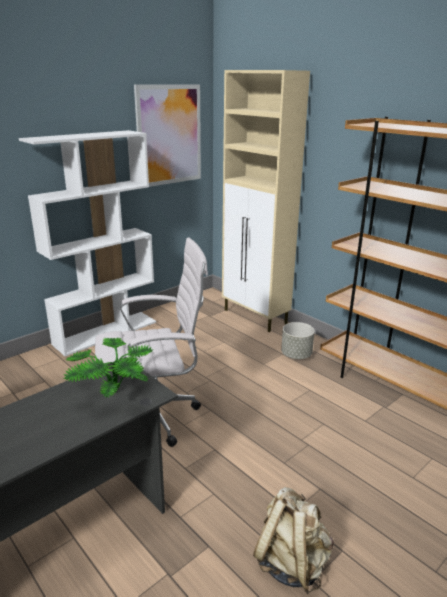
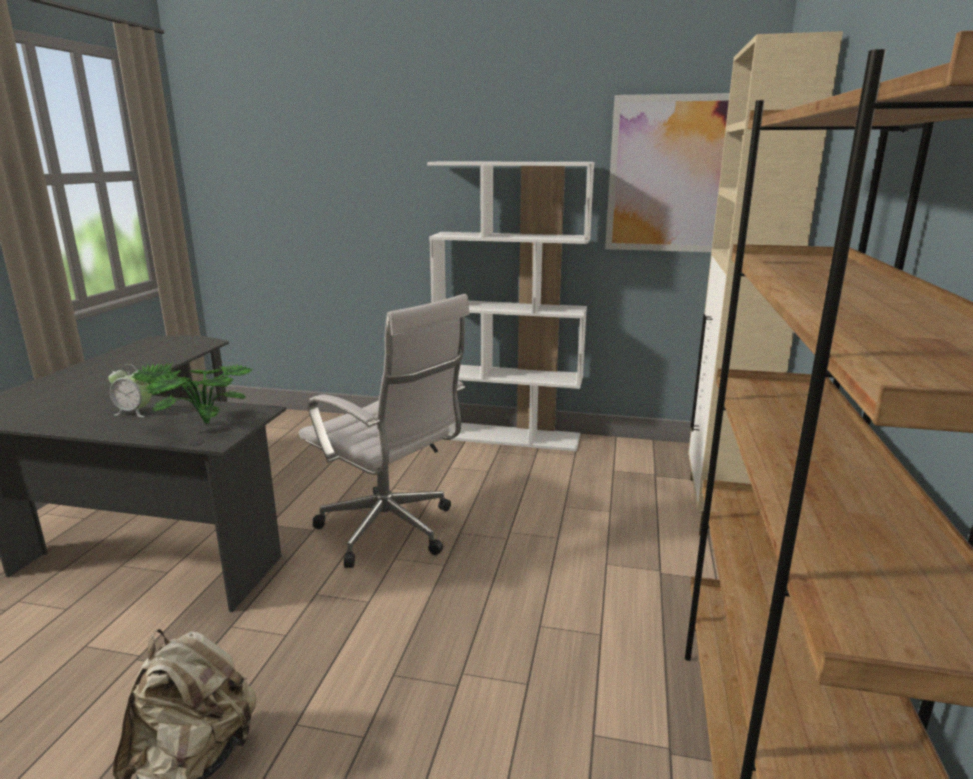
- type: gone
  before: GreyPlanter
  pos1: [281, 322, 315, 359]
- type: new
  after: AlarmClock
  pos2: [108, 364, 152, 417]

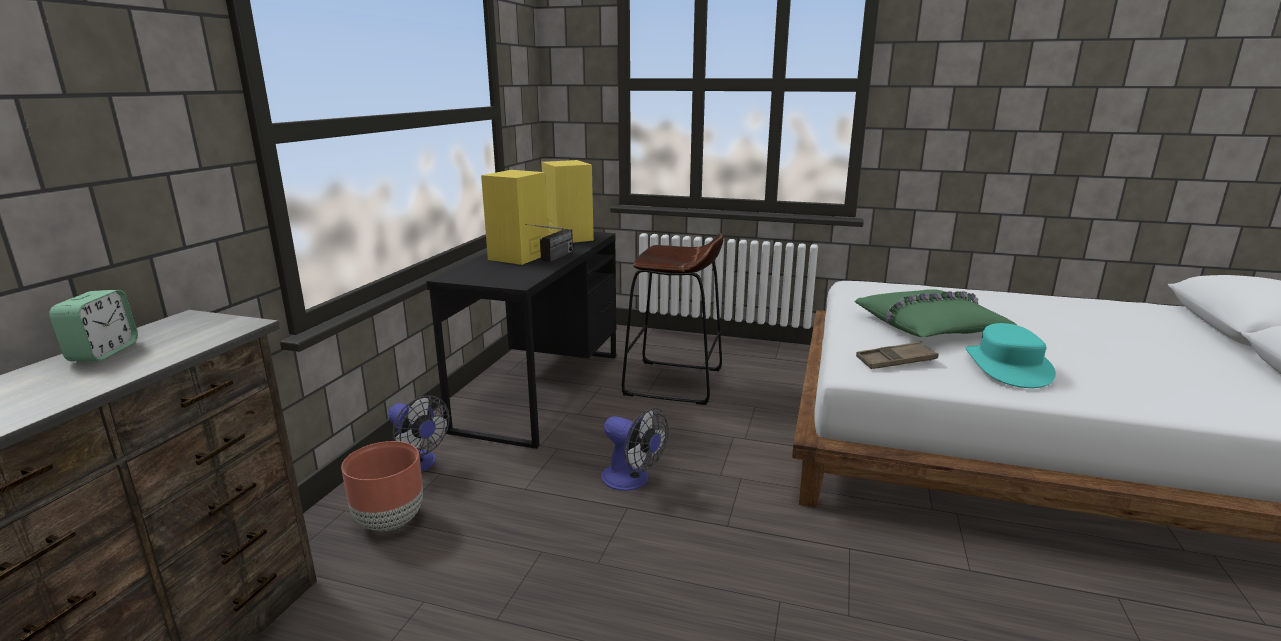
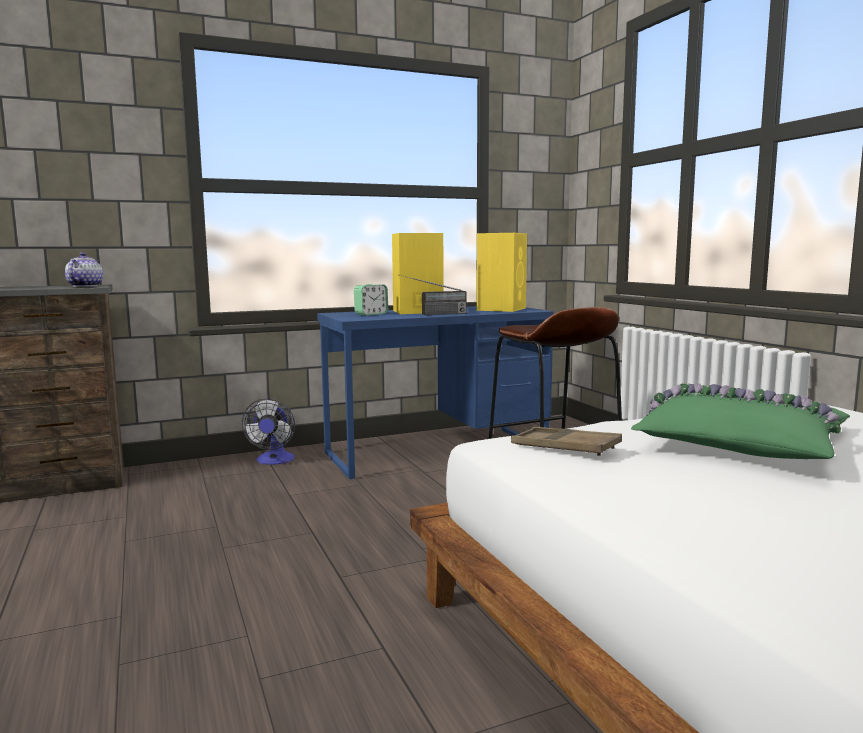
- type: gone
  before: BrownPlanter
  pos1: [341, 441, 423, 531]
- type: gone
  before: Fan
  pos1: [601, 408, 669, 491]
- type: gone
  before: TurquoiseHat
  pos1: [966, 323, 1056, 388]
- type: new
  after: Teapot
  pos2: [65, 252, 103, 287]
- type: shifted
  before: AlarmClock
  pos1: [49, 290, 138, 361]
  pos2: [354, 284, 388, 315]
- type: repainted
  before: BlackDesk
  after: BlueDesk
  pos1: [426, 232, 616, 449]
  pos2: [317, 306, 554, 479]

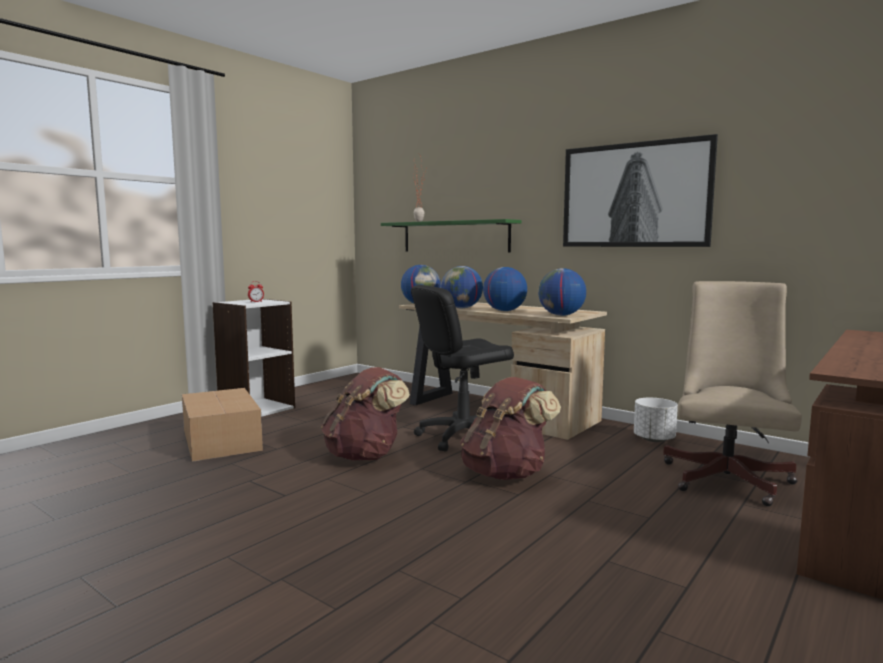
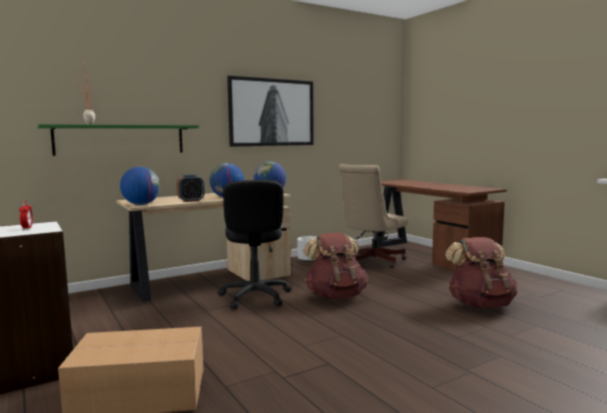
- type: shifted
  before: BrownBackpack
  pos1: [321, 367, 410, 460]
  pos2: [445, 237, 517, 308]
- type: swapped
  before: Globe
  after: AlarmClock
  pos1: [441, 266, 483, 308]
  pos2: [177, 175, 204, 202]
- type: rotated
  before: BeigeOfficeChair
  pos1: [663, 281, 802, 506]
  pos2: [338, 164, 408, 268]
  turn: -90

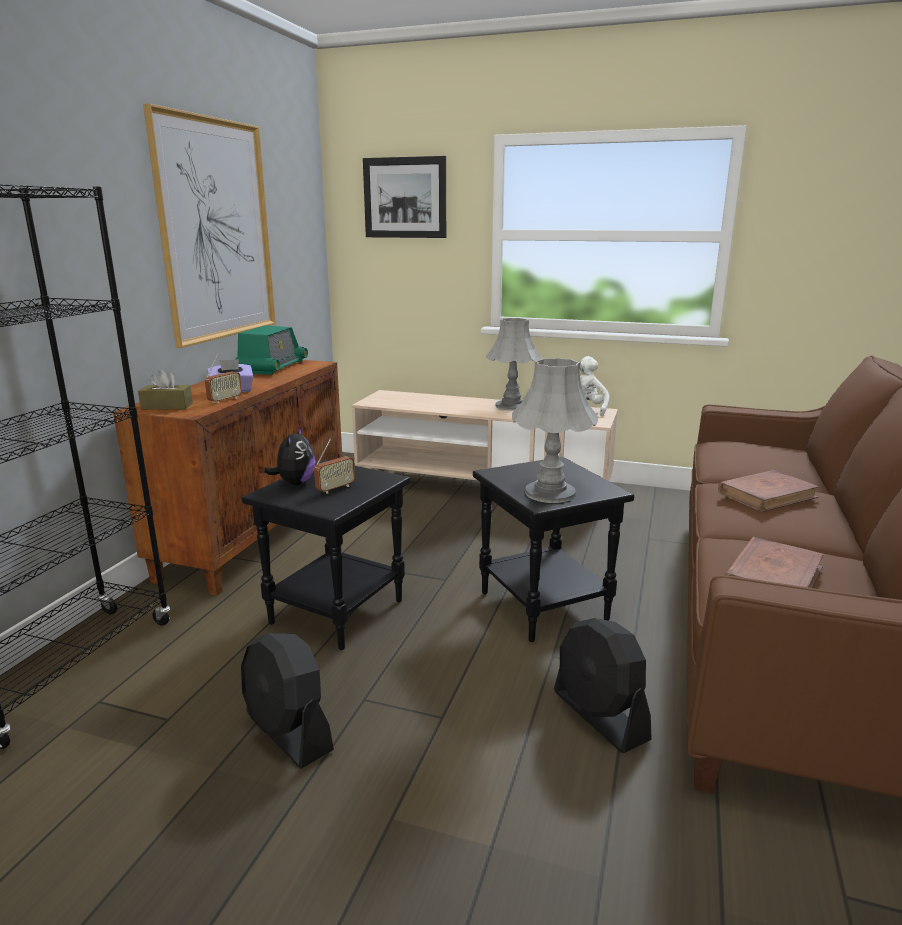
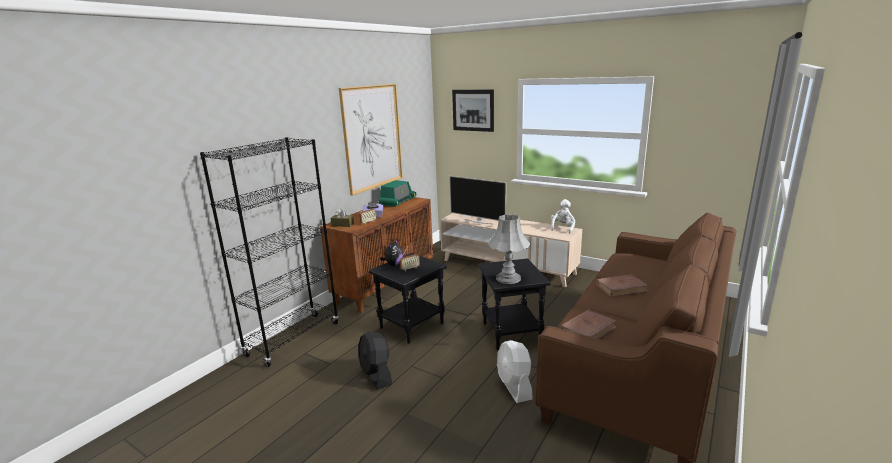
- type: gone
  before: GreyTableLamp
  pos1: [486, 318, 542, 410]
- type: new
  after: Television
  pos2: [449, 176, 506, 224]
- type: repainted
  before: BlackFan
  after: WhiteFan
  pos1: [554, 618, 652, 753]
  pos2: [497, 340, 533, 403]

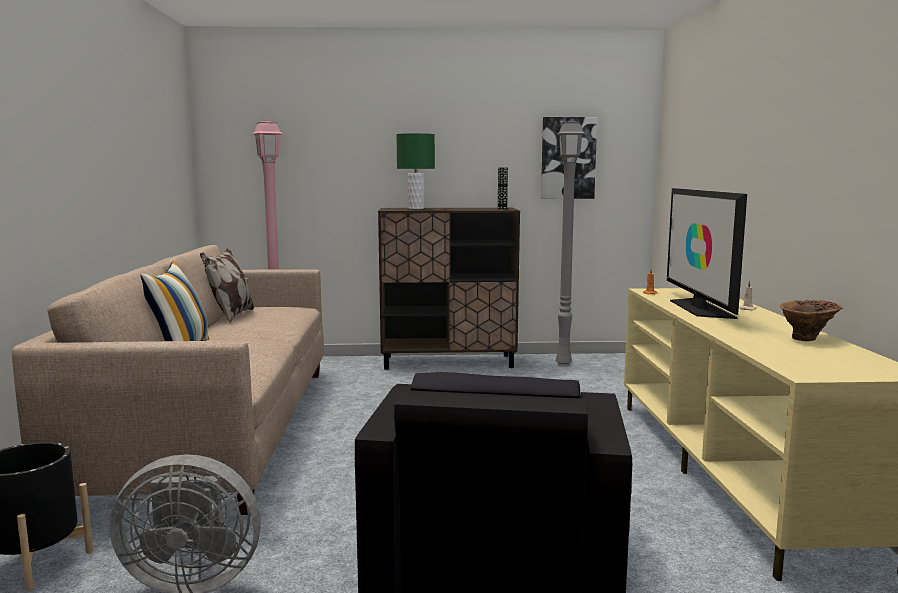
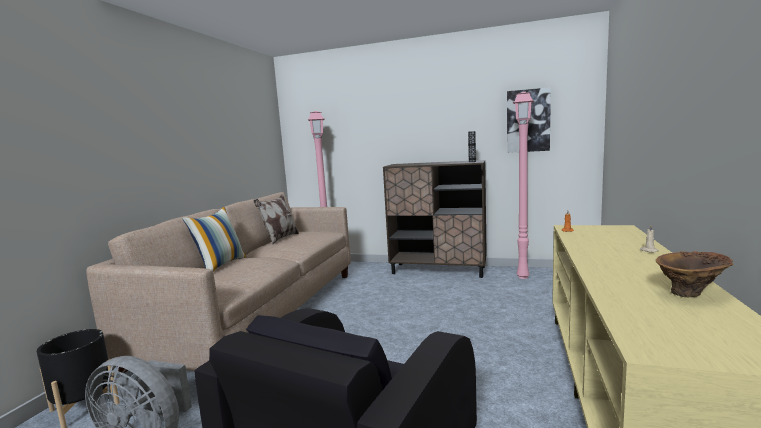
- type: gone
  before: GreenTableLamp
  pos1: [396, 133, 435, 209]
- type: gone
  before: Television
  pos1: [667, 188, 747, 319]
- type: repainted
  before: GreyFloorLamp
  after: PinkFloorLamp
  pos1: [555, 120, 585, 367]
  pos2: [513, 92, 534, 279]

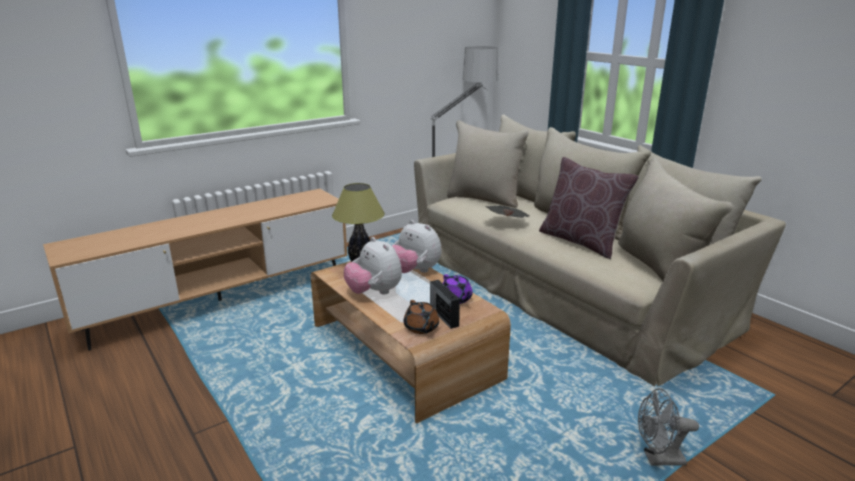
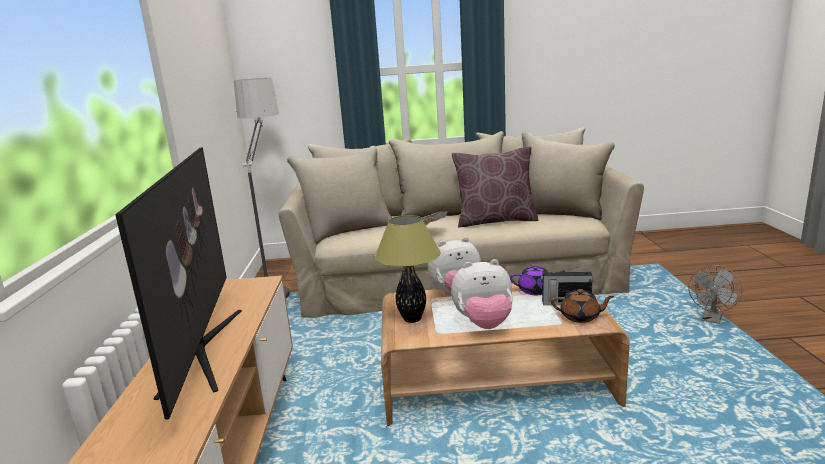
- type: new
  after: Television
  pos2: [115, 147, 242, 420]

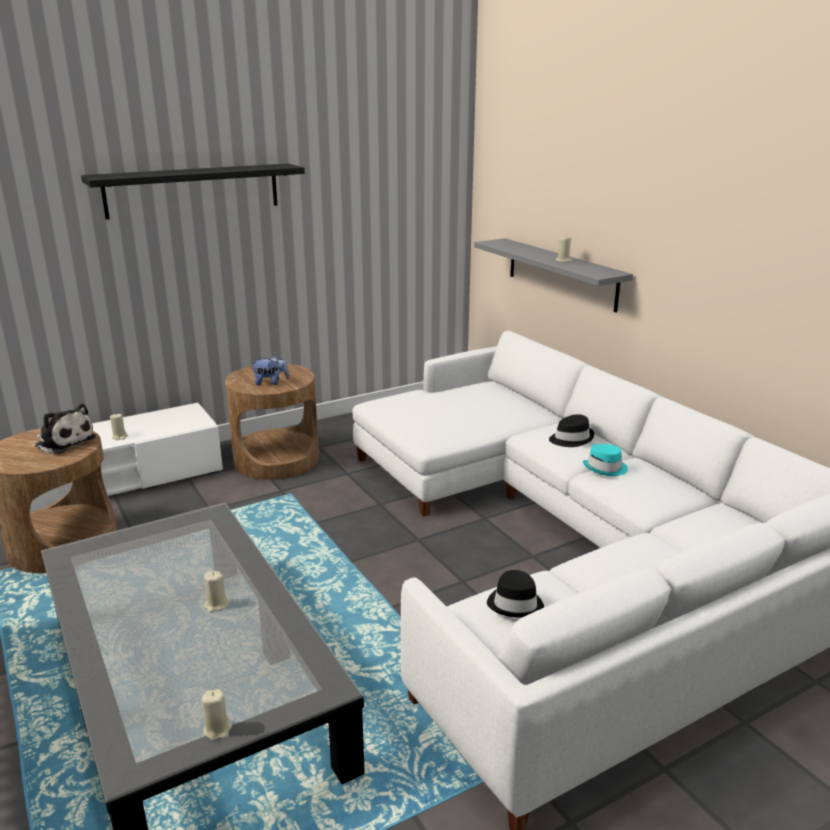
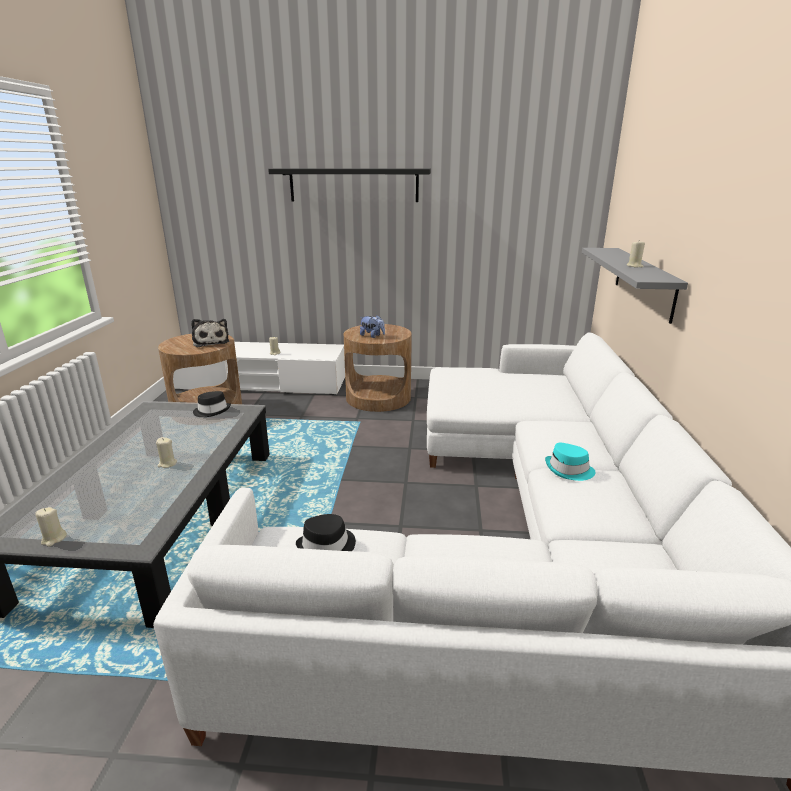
- type: shifted
  before: BlackHat
  pos1: [549, 414, 594, 447]
  pos2: [193, 391, 231, 417]

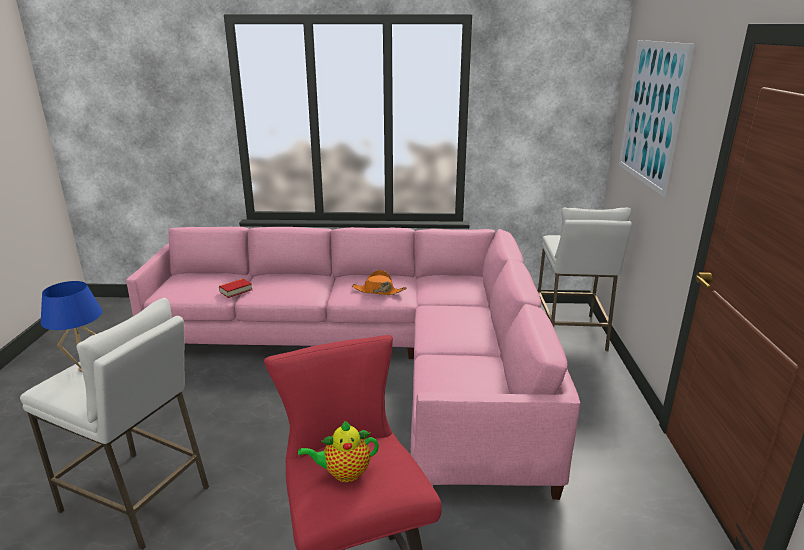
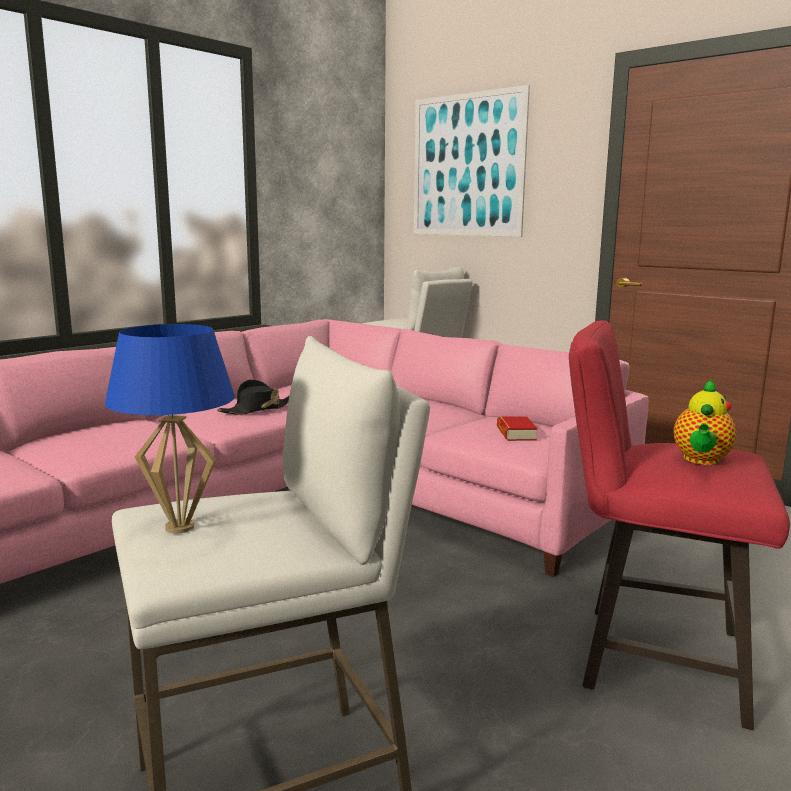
- type: shifted
  before: Book
  pos1: [219, 279, 253, 298]
  pos2: [497, 416, 538, 441]
- type: repainted
  before: OrangeHat
  after: BlackHat
  pos1: [352, 270, 406, 295]
  pos2: [217, 380, 289, 415]

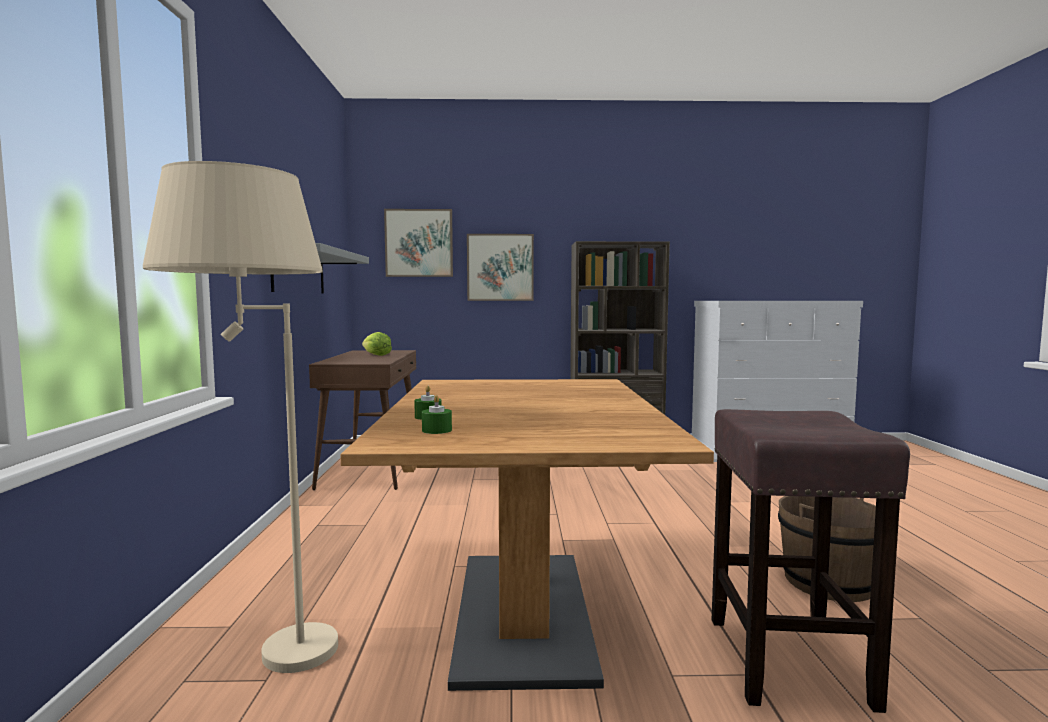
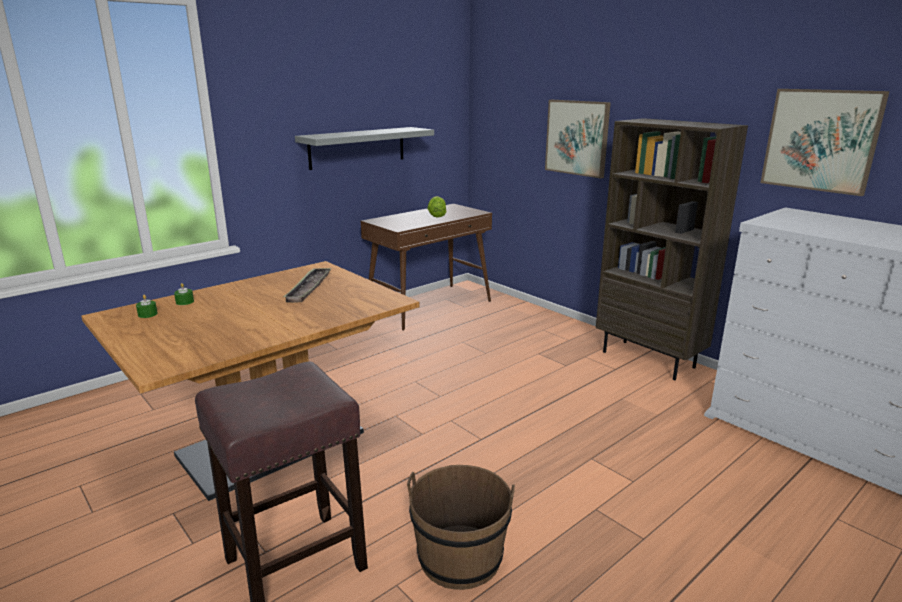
- type: gone
  before: BeigeFloorLamp
  pos1: [143, 161, 338, 673]
- type: new
  after: Tray
  pos2: [283, 268, 331, 303]
- type: shifted
  before: Picture
  pos1: [384, 209, 453, 277]
  pos2: [760, 89, 890, 196]

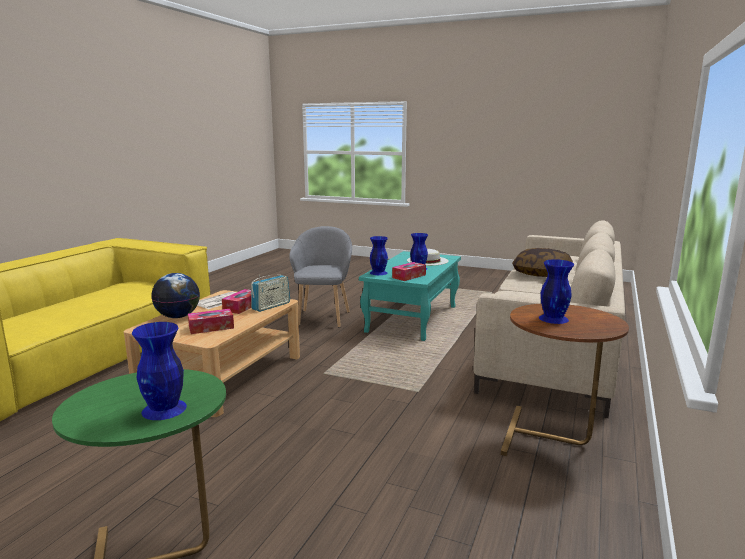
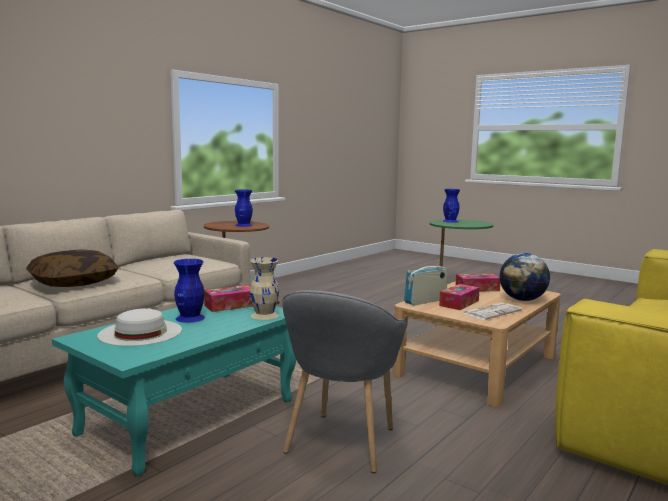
- type: repainted
  before: BlueVase
  after: BeigeVase
  pos1: [370, 236, 388, 275]
  pos2: [250, 257, 279, 320]

